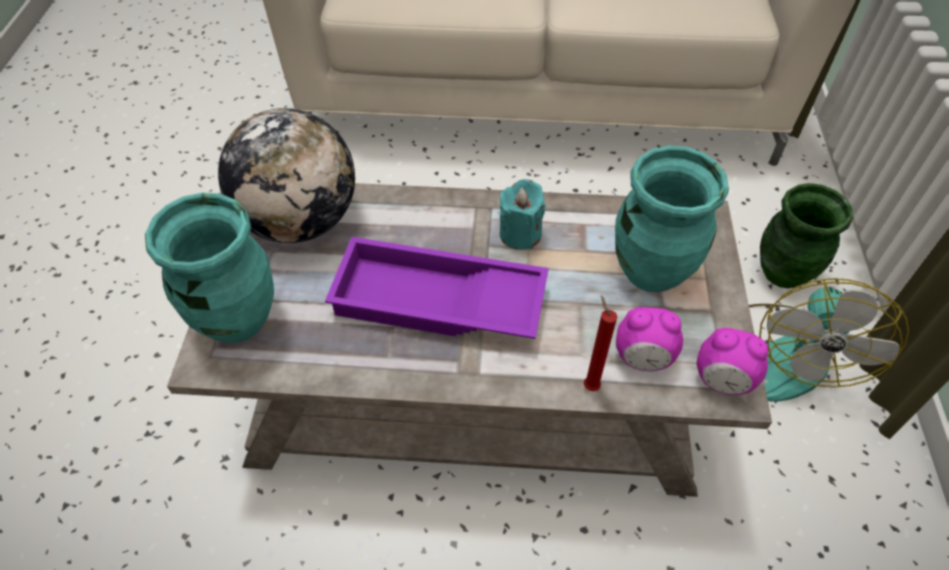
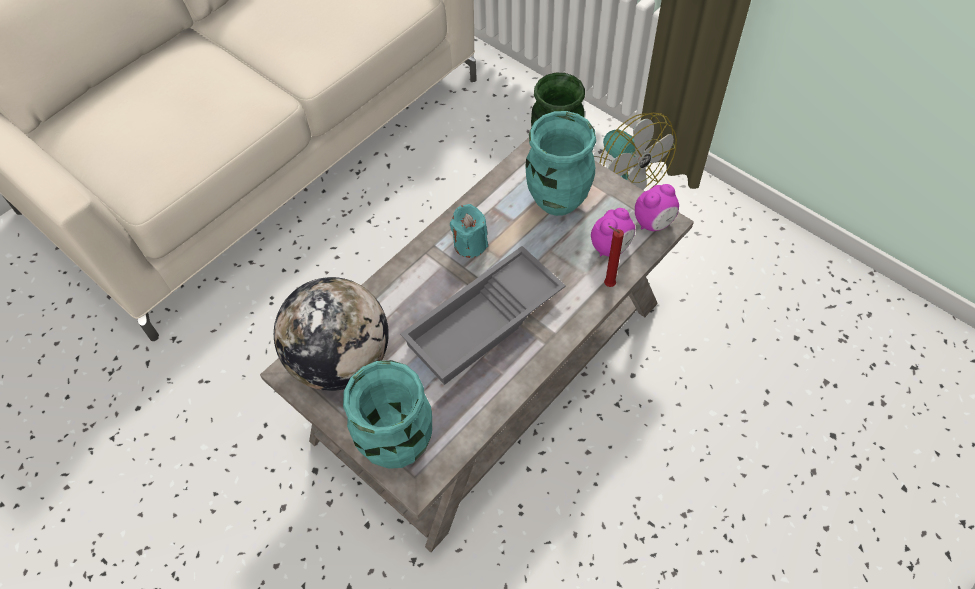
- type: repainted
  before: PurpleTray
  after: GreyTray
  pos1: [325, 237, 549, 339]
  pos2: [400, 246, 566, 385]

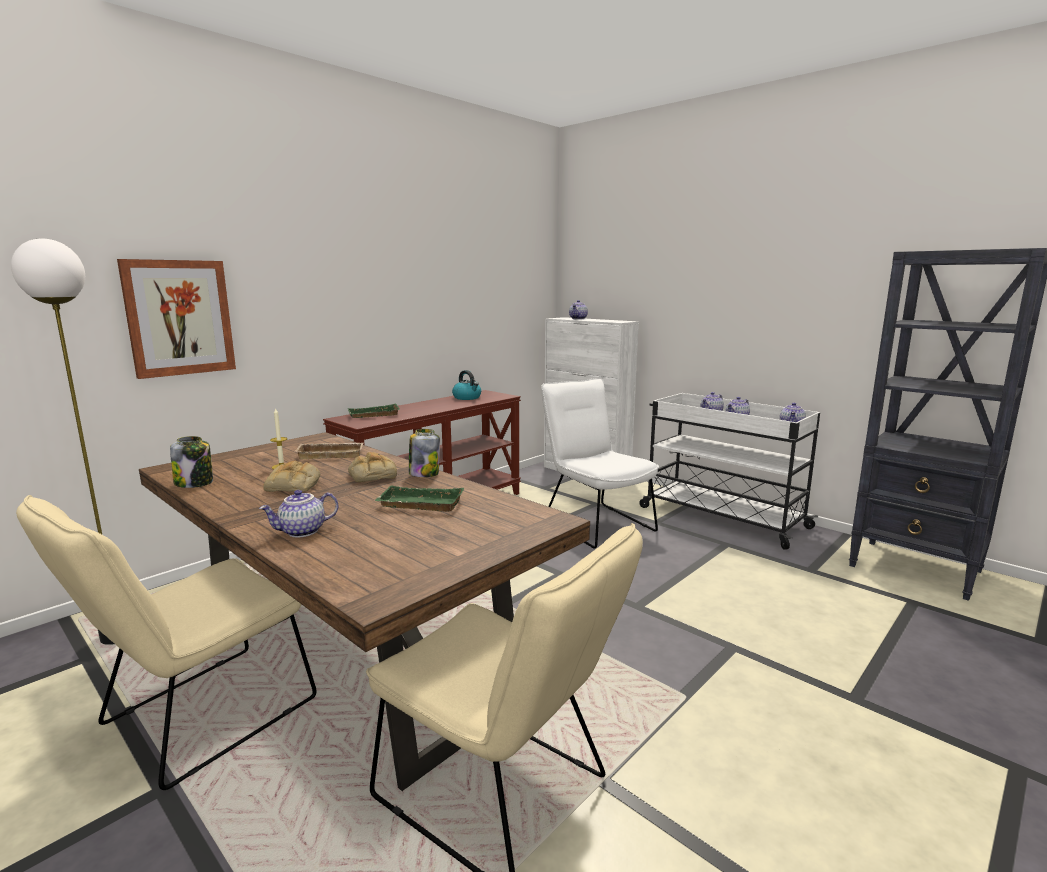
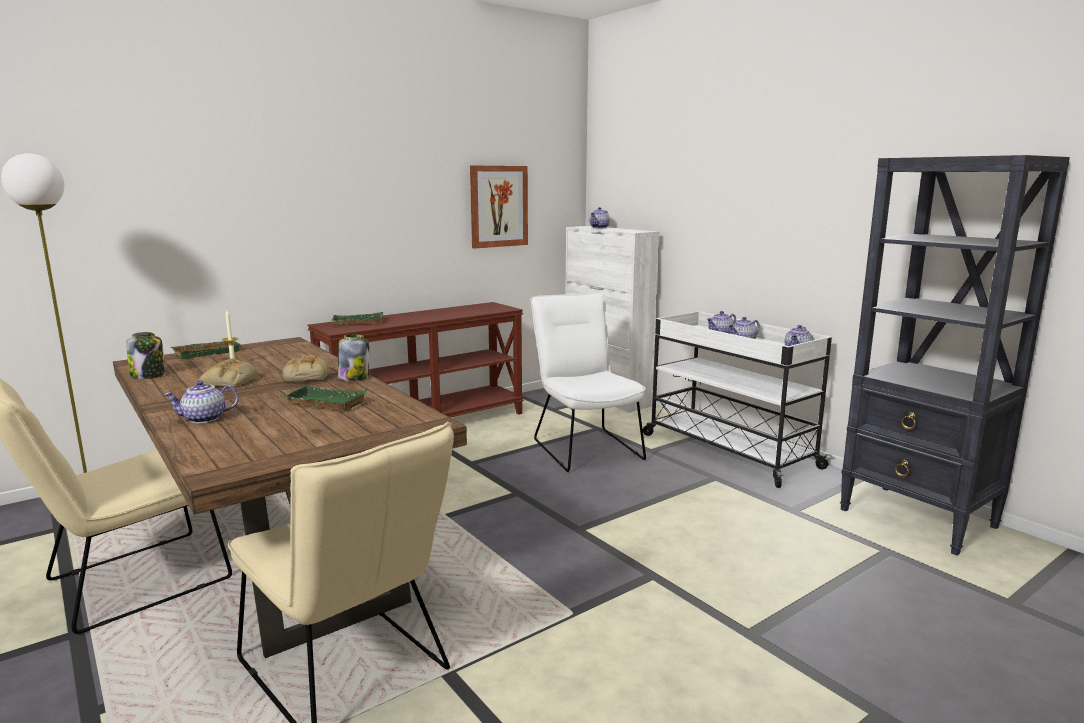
- type: gone
  before: BeigeTray
  pos1: [295, 443, 364, 459]
- type: gone
  before: Kettle
  pos1: [452, 370, 481, 400]
- type: new
  after: GreenTray
  pos2: [171, 341, 240, 359]
- type: shifted
  before: Picture
  pos1: [117, 259, 236, 379]
  pos2: [470, 165, 528, 249]

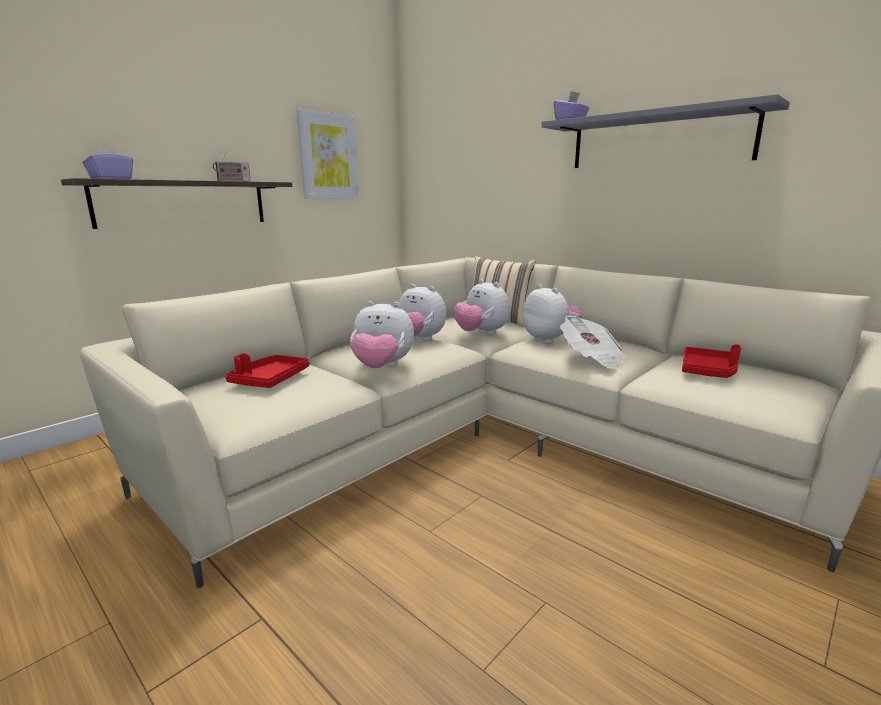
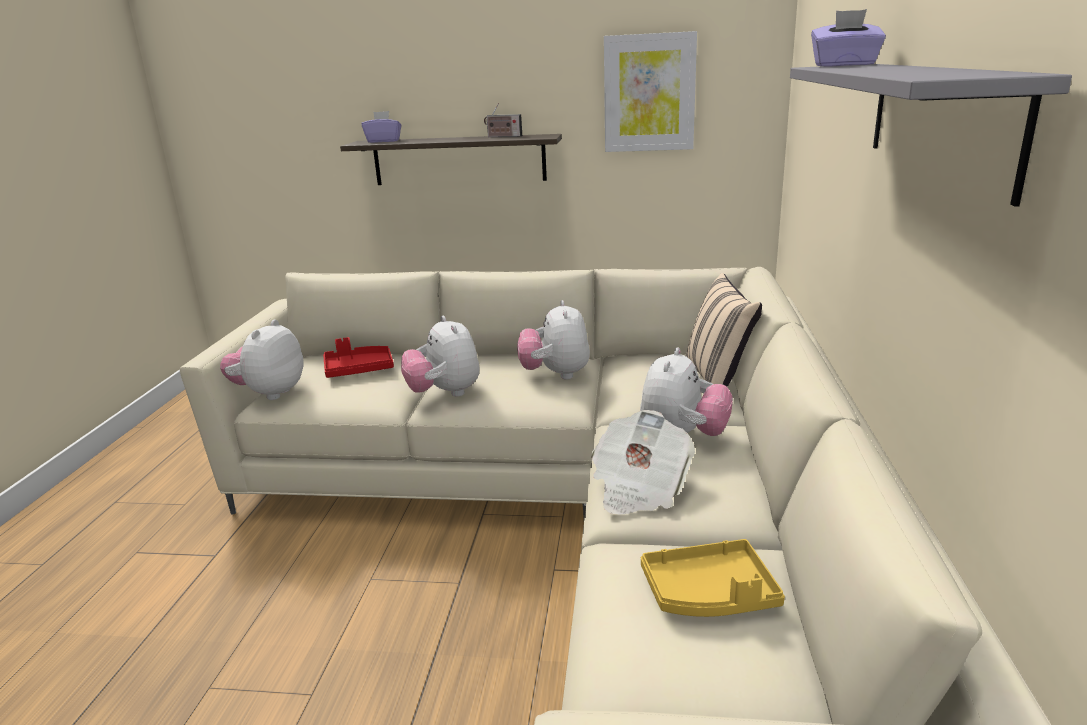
- type: shifted
  before: PlushToy
  pos1: [453, 279, 510, 335]
  pos2: [220, 319, 304, 400]
- type: repainted
  before: RedTray
  after: YellowTray
  pos1: [682, 344, 741, 378]
  pos2: [641, 539, 785, 617]

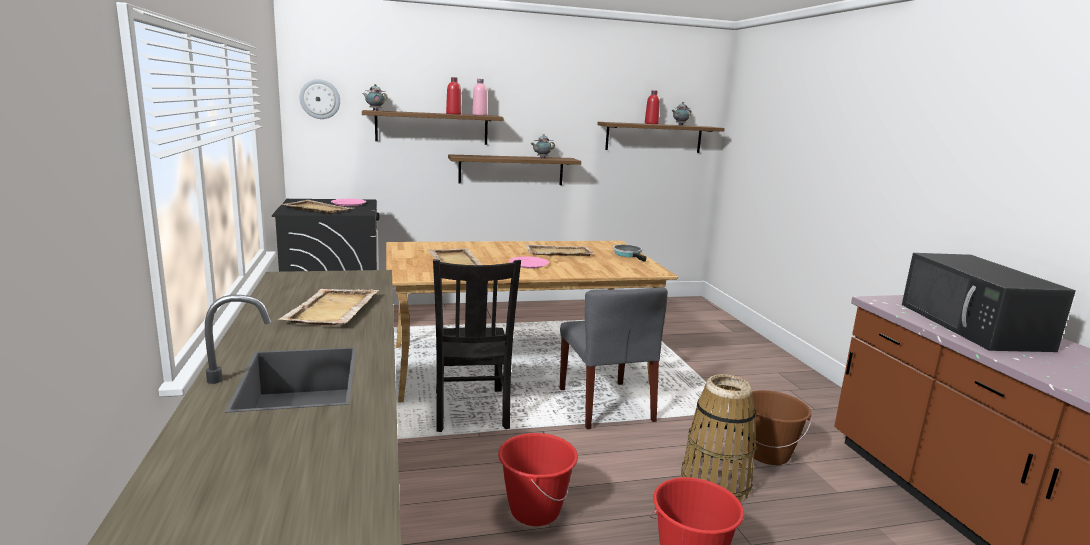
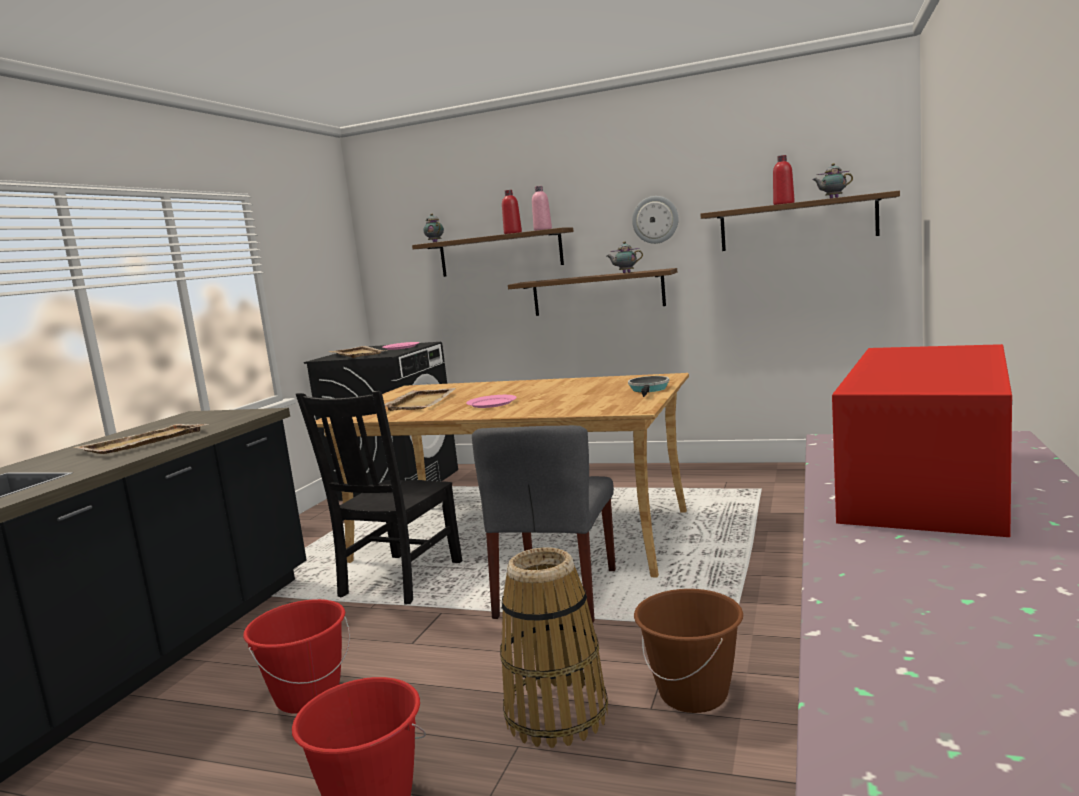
- type: gone
  before: BeigeTray
  pos1: [525, 244, 595, 256]
- type: shifted
  before: WallClock
  pos1: [300, 79, 340, 119]
  pos2: [632, 196, 678, 244]
- type: repainted
  before: BlackMicrowave
  after: RedMicrowave
  pos1: [902, 253, 1076, 352]
  pos2: [832, 344, 1012, 537]

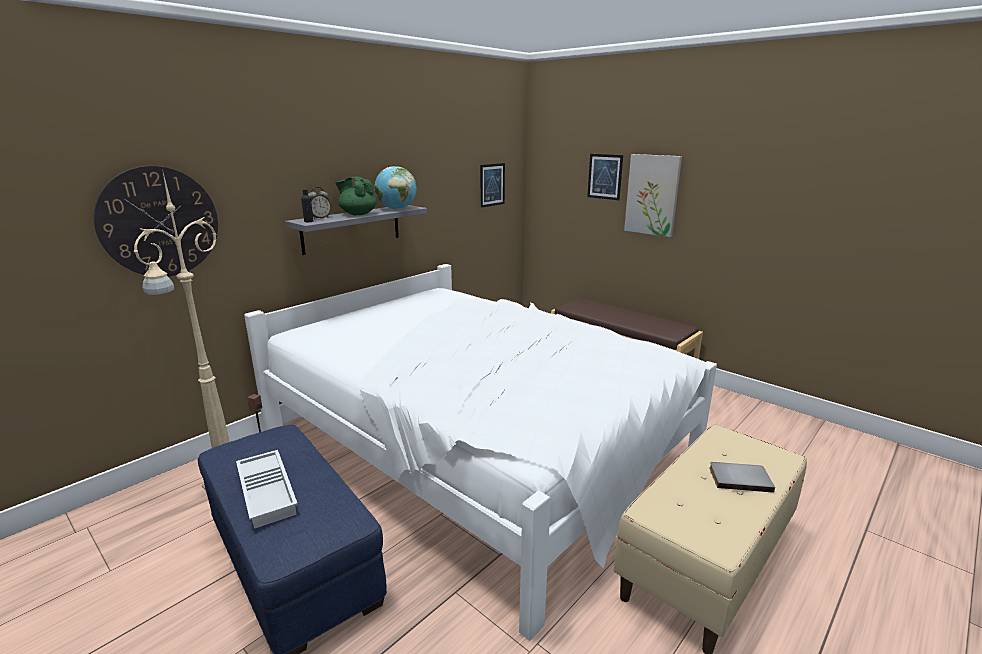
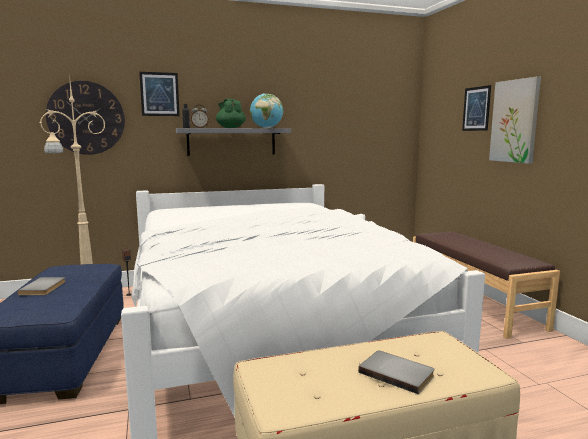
- type: shifted
  before: Picture
  pos1: [480, 163, 505, 208]
  pos2: [139, 72, 180, 116]
- type: swapped
  before: WhiteTray
  after: GreyBook
  pos1: [236, 450, 298, 529]
  pos2: [17, 277, 65, 295]

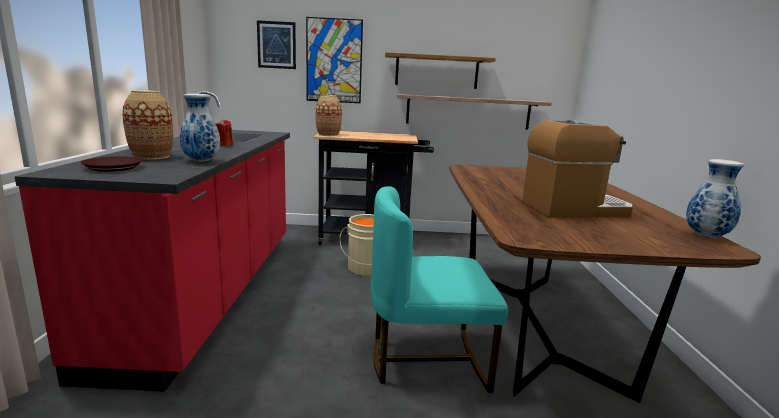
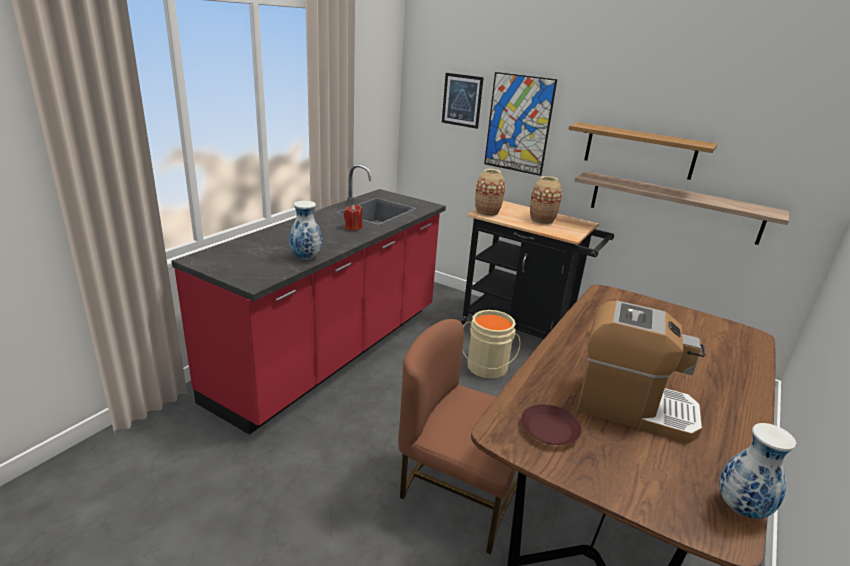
- type: shifted
  before: BrownPlate
  pos1: [80, 156, 143, 172]
  pos2: [521, 404, 582, 445]
- type: shifted
  before: Vase
  pos1: [122, 90, 173, 159]
  pos2: [530, 176, 562, 225]
- type: repainted
  before: TurquoiseChair
  after: BrownChair
  pos1: [371, 186, 508, 393]
  pos2: [398, 319, 518, 554]

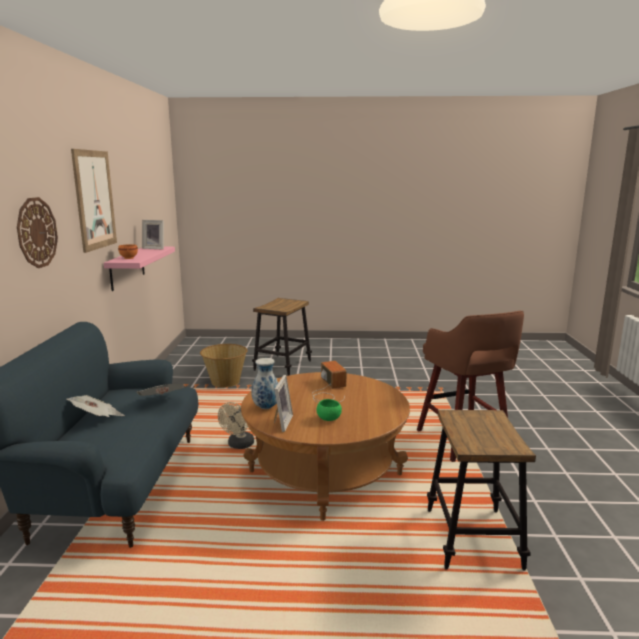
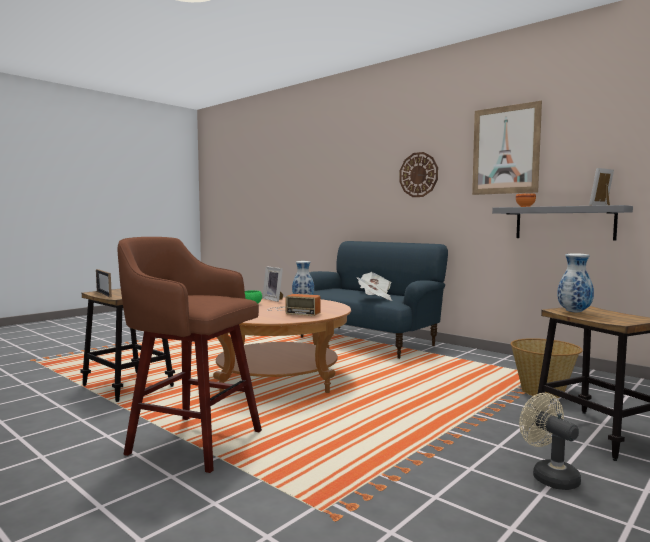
- type: new
  after: PictureFrame
  pos2: [96, 269, 112, 297]
- type: new
  after: Vase
  pos2: [557, 253, 594, 312]
- type: shifted
  before: BeigeFan
  pos1: [218, 402, 254, 449]
  pos2: [519, 393, 581, 490]
- type: repainted
  before: PinkShelf
  after: GreyShelf
  pos1: [104, 247, 175, 291]
  pos2: [492, 205, 633, 241]

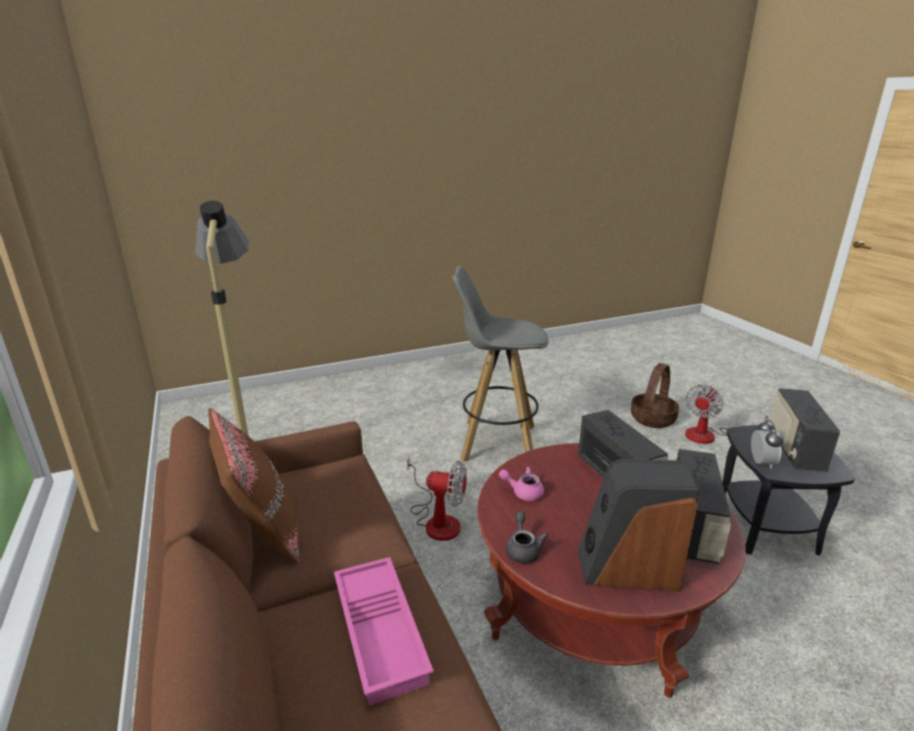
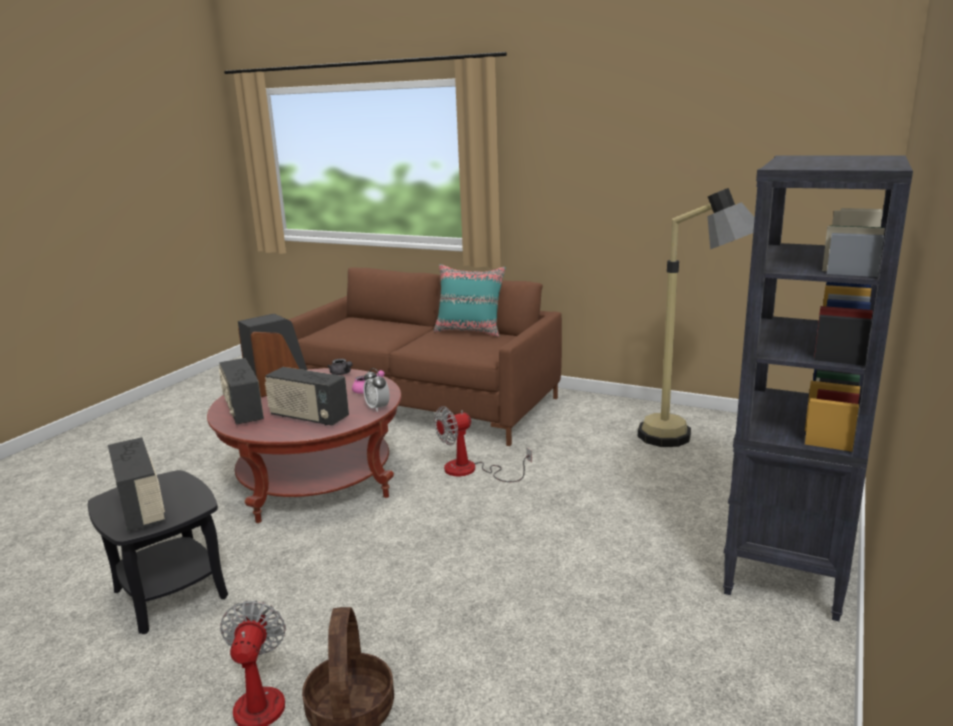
- type: gone
  before: PinkTray
  pos1: [334, 557, 434, 706]
- type: gone
  before: GreyStool
  pos1: [452, 266, 549, 462]
- type: new
  after: BlackBookcase
  pos2: [723, 155, 913, 621]
- type: shifted
  before: AlarmClock
  pos1: [751, 419, 783, 469]
  pos2: [363, 368, 390, 412]
- type: repainted
  before: BrownPillow
  after: TurquoisePillow
  pos1: [208, 408, 300, 563]
  pos2: [434, 264, 506, 337]

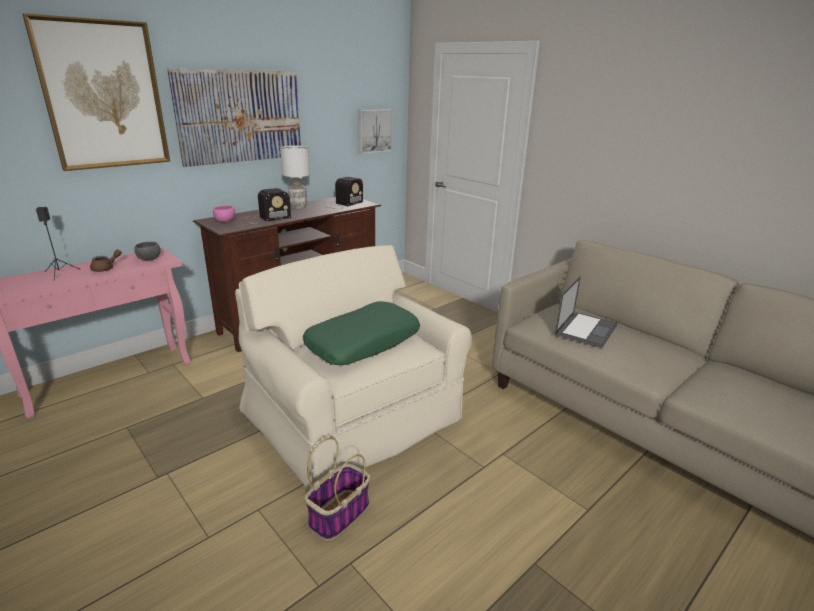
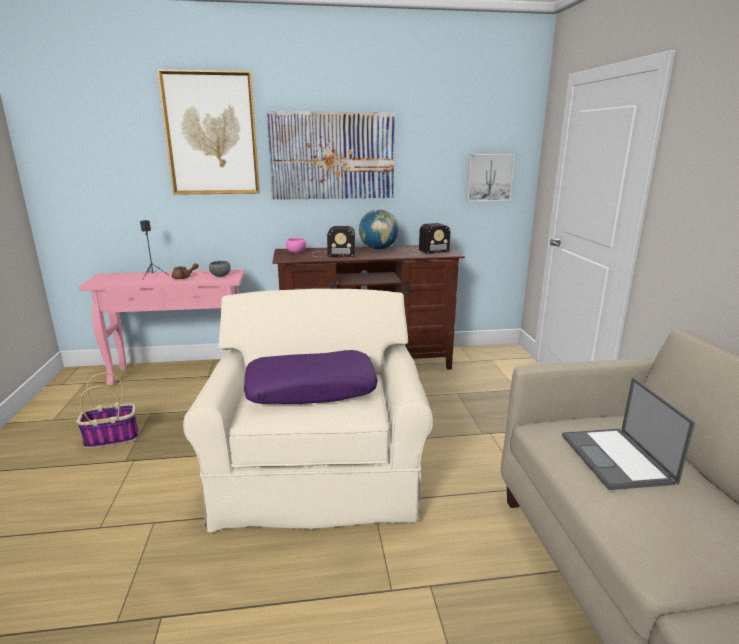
- type: shifted
  before: Basket
  pos1: [305, 437, 370, 541]
  pos2: [77, 373, 139, 449]
- type: swapped
  before: WhiteTableLamp
  after: Globe
  pos1: [280, 146, 310, 209]
  pos2: [359, 209, 398, 250]
- type: repainted
  before: GreenPillow
  after: PurplePillow
  pos1: [303, 301, 420, 365]
  pos2: [244, 350, 377, 404]
- type: rotated
  before: Laptop
  pos1: [555, 276, 617, 348]
  pos2: [562, 377, 695, 490]
  turn: 105

